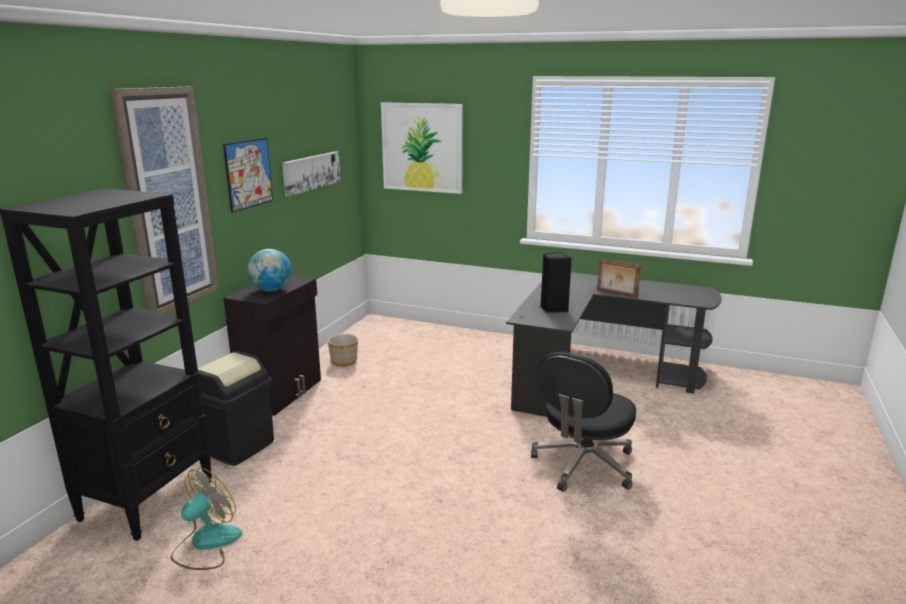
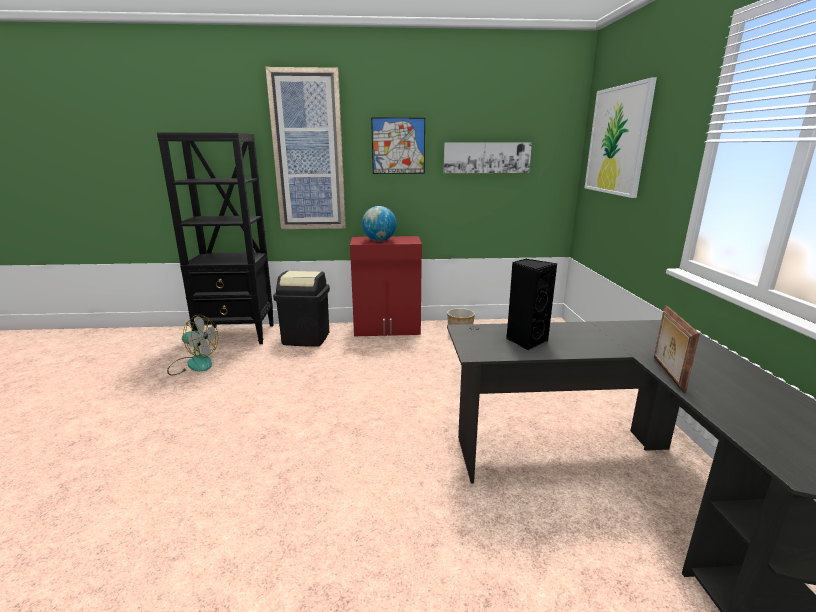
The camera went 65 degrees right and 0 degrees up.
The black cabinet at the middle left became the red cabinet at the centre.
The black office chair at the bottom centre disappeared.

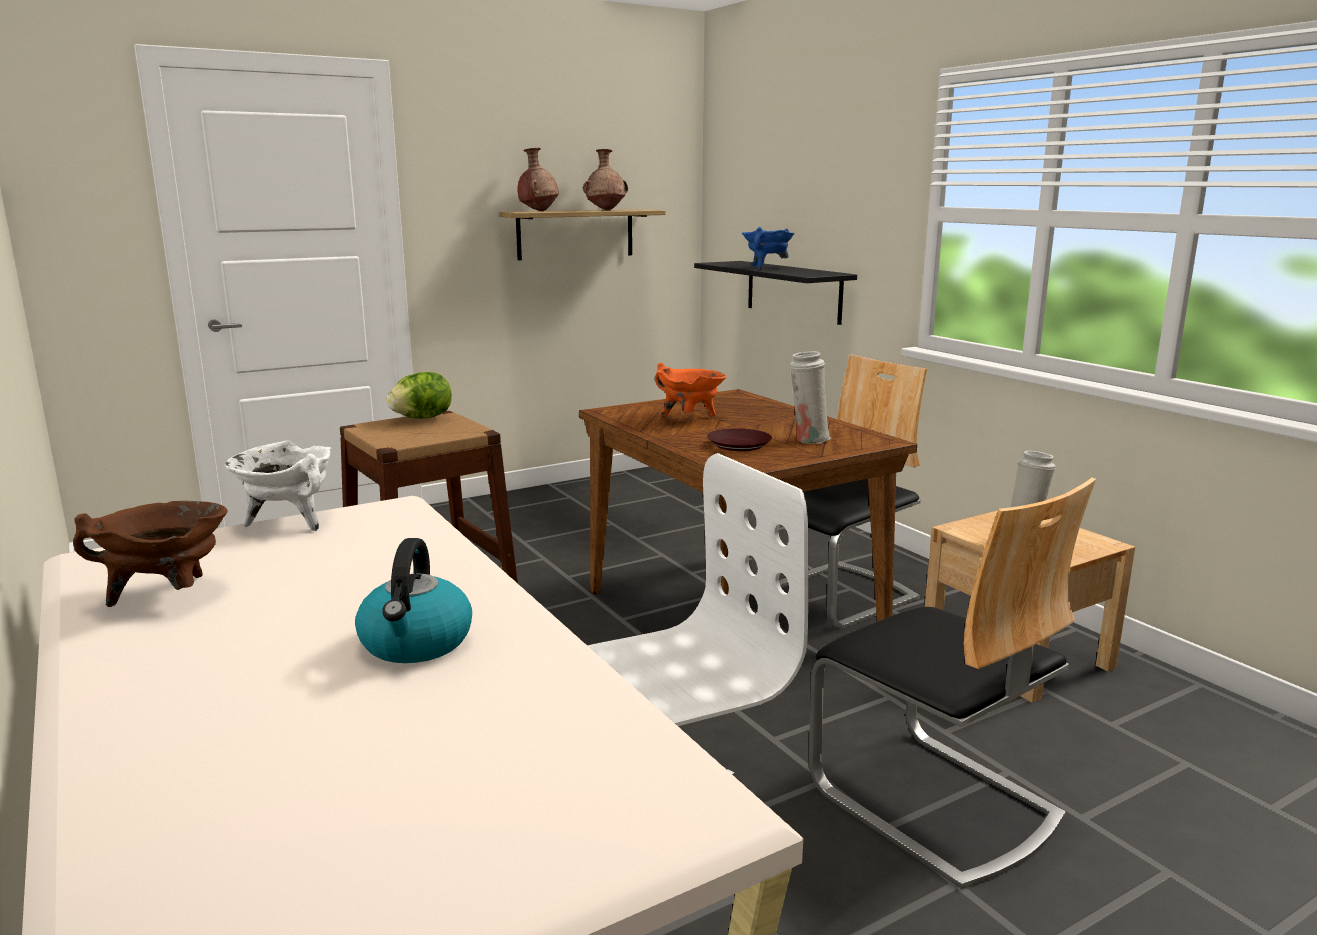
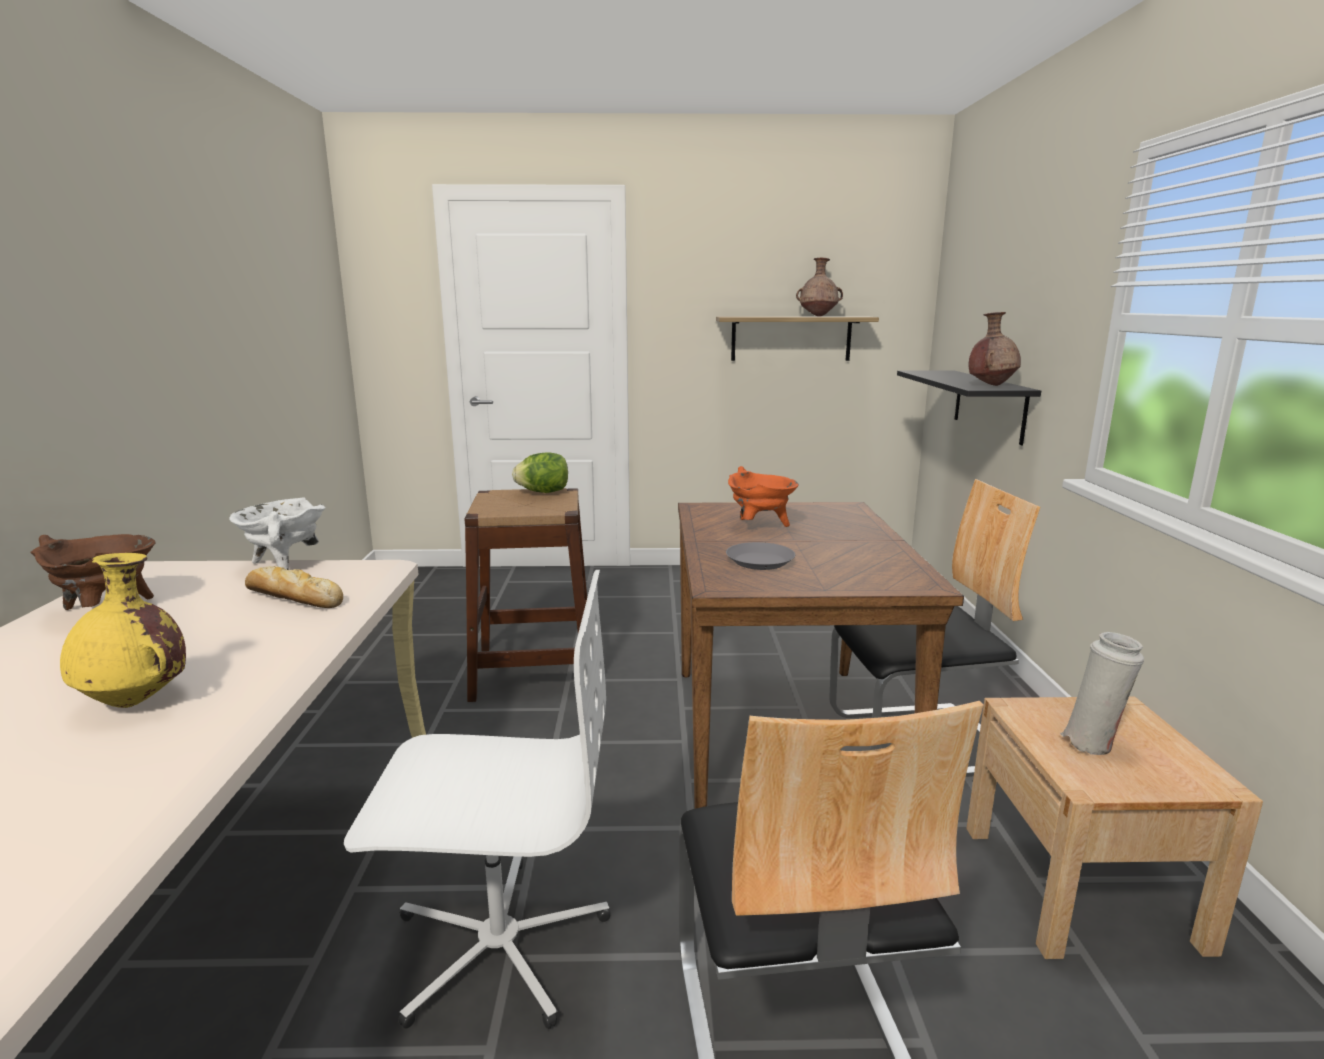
The camera went 30 degrees right and 0 degrees up.
The kettle at the middle left was replaced by the yellow vase at the middle left.
The brown vase (1st from left in the first image) moved from the top centre to the top right.
The brown plate at the centre became the grey plate at the centre.
The blue cooking pot at the top centre disappeared.
The white vase (1st from left) at the centre disappeared.
The bread at the middle left appeared.

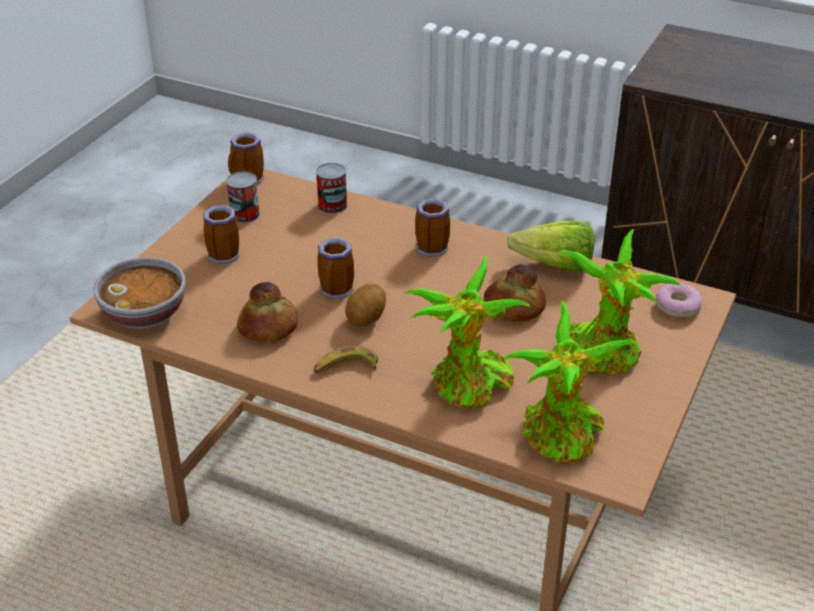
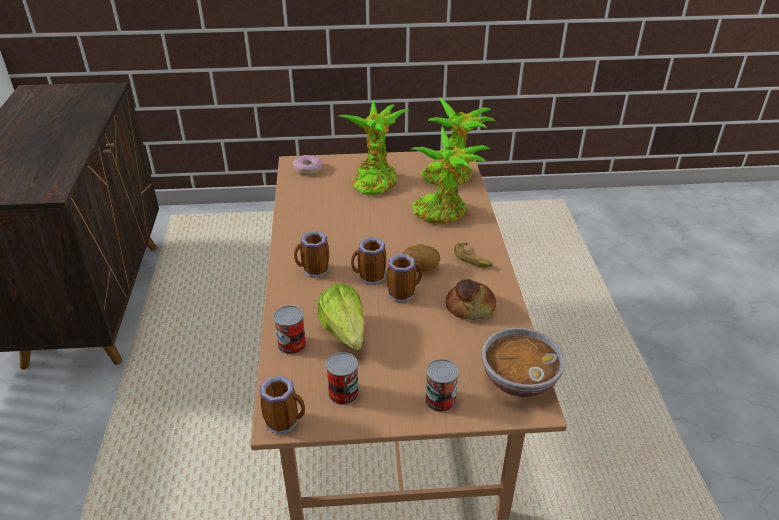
The camera went 120 degrees left and 0 degrees up.
The mug (1st from left in the first image) moved from the middle left to the centre.
The bread (2nd from left) at the centre disappeared.
The lettuce moved from the middle right to the centre.
The can (3rd from left) at the bottom centre appeared.

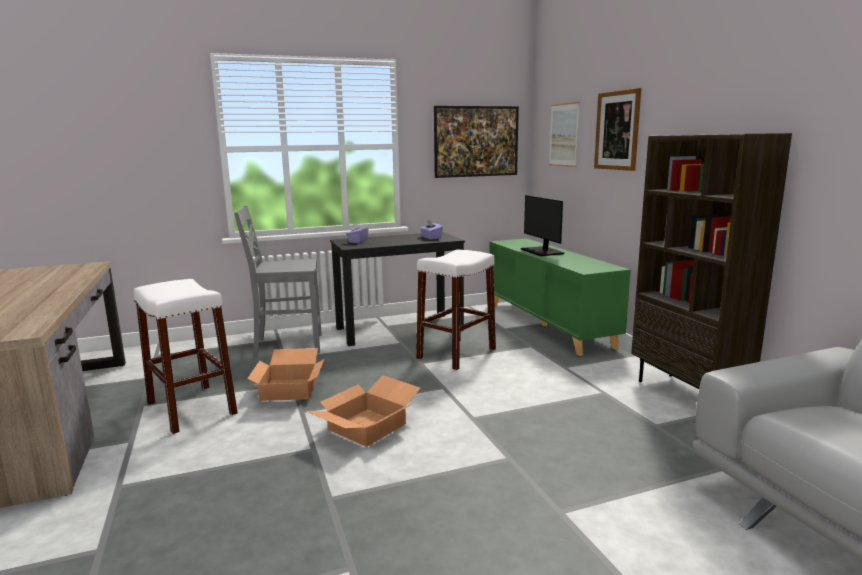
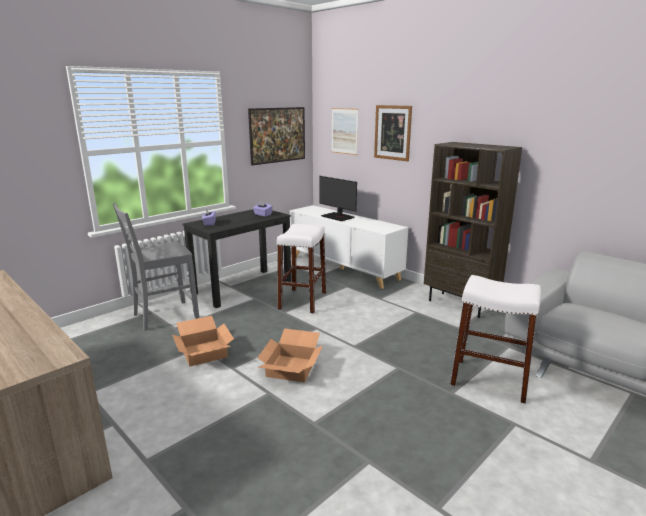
The camera went 25 degrees left and 5 degrees up.
The white stool (1st from left in the first image) moved from the middle left to the middle right.
The green cabinet at the centre became the white cabinet at the centre.

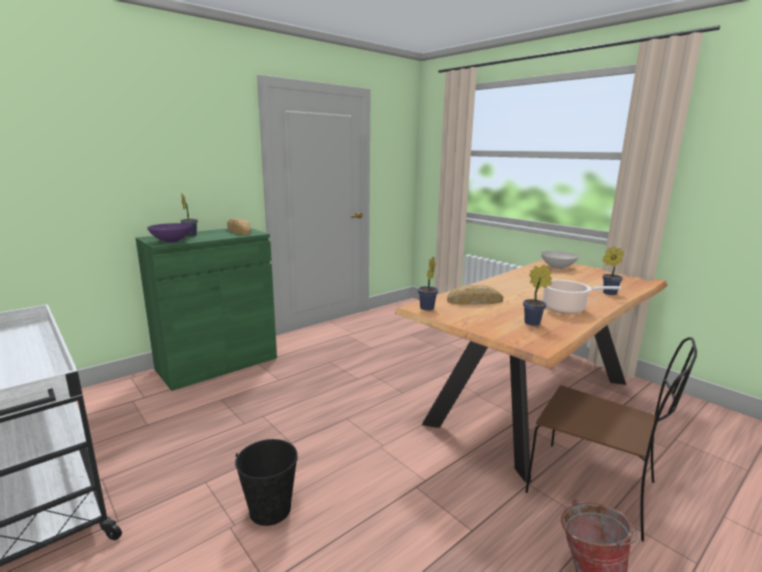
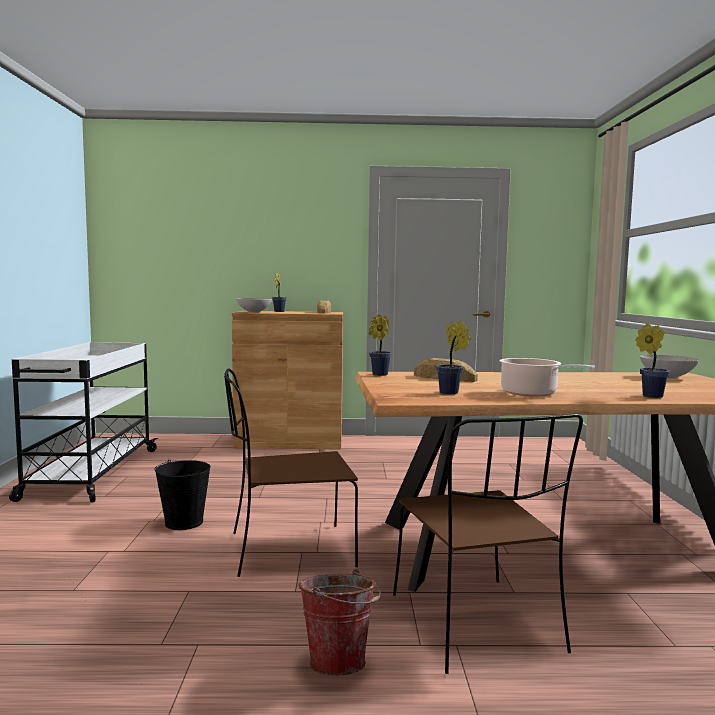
The camera went 40 degrees right and 10 degrees down.
The green cabinet at the middle left became the brown cabinet at the centre.
The purple bowl at the middle left became the white bowl (1st from left) at the centre.
The brown chair (1st from left) at the centre appeared.

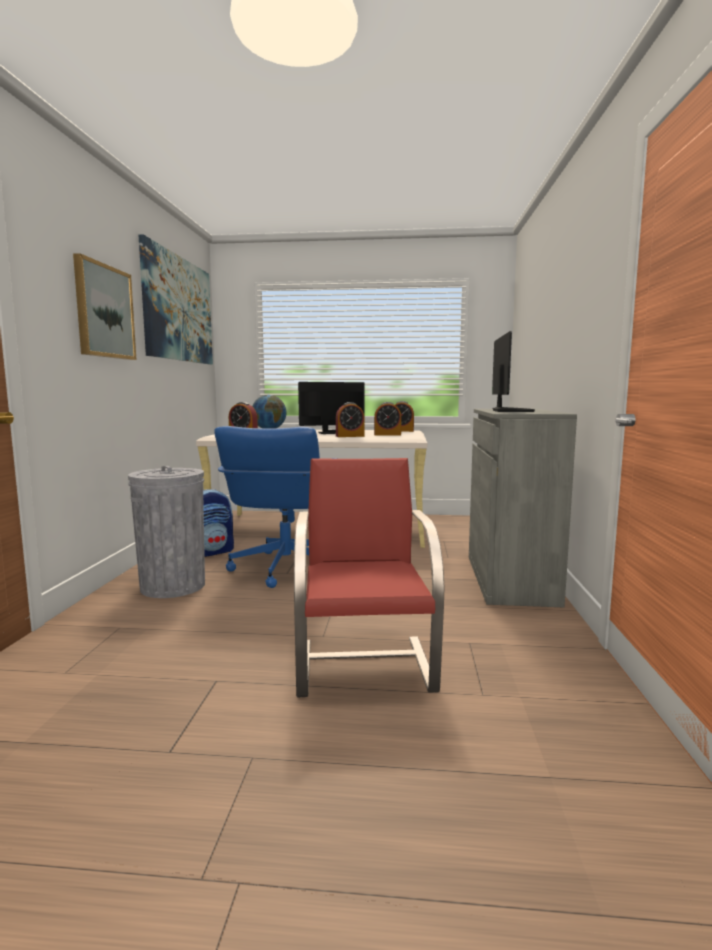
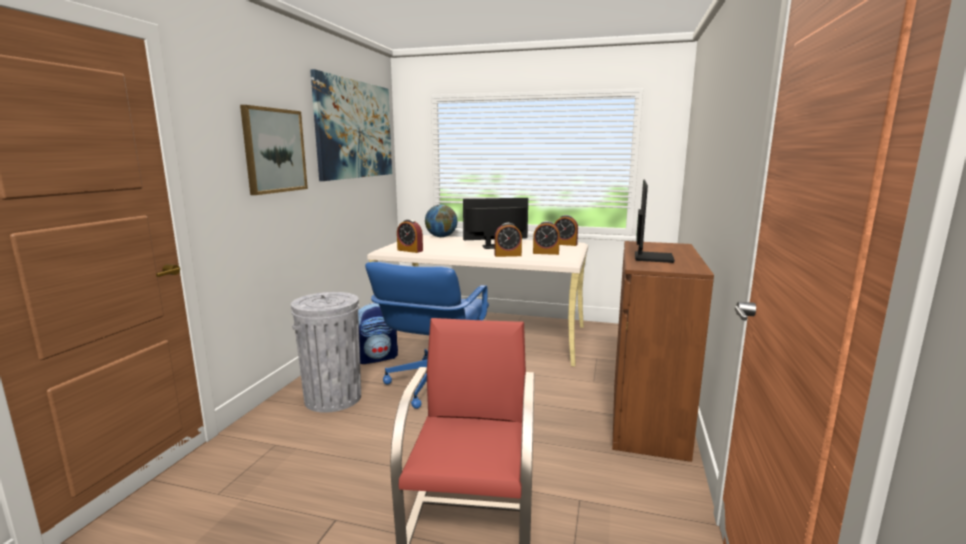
The camera went 10 degrees right and 5 degrees up.
The grey cabinet at the middle right became the brown cabinet at the middle right.

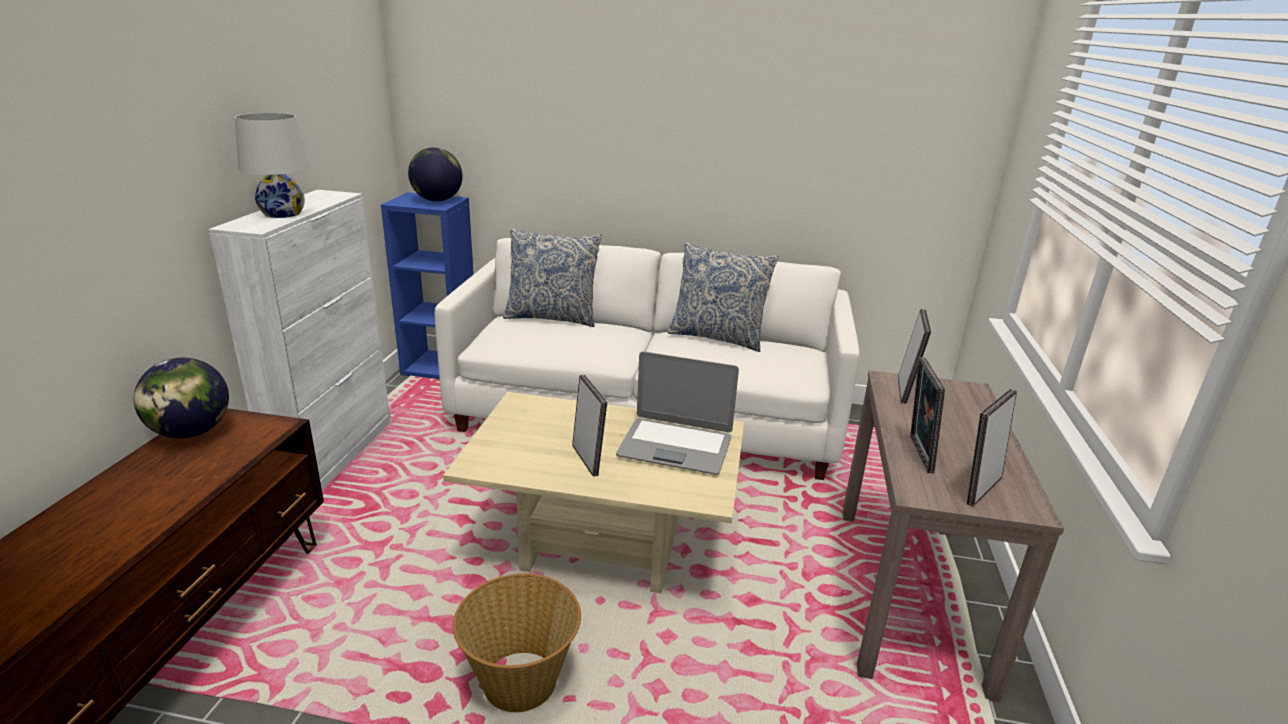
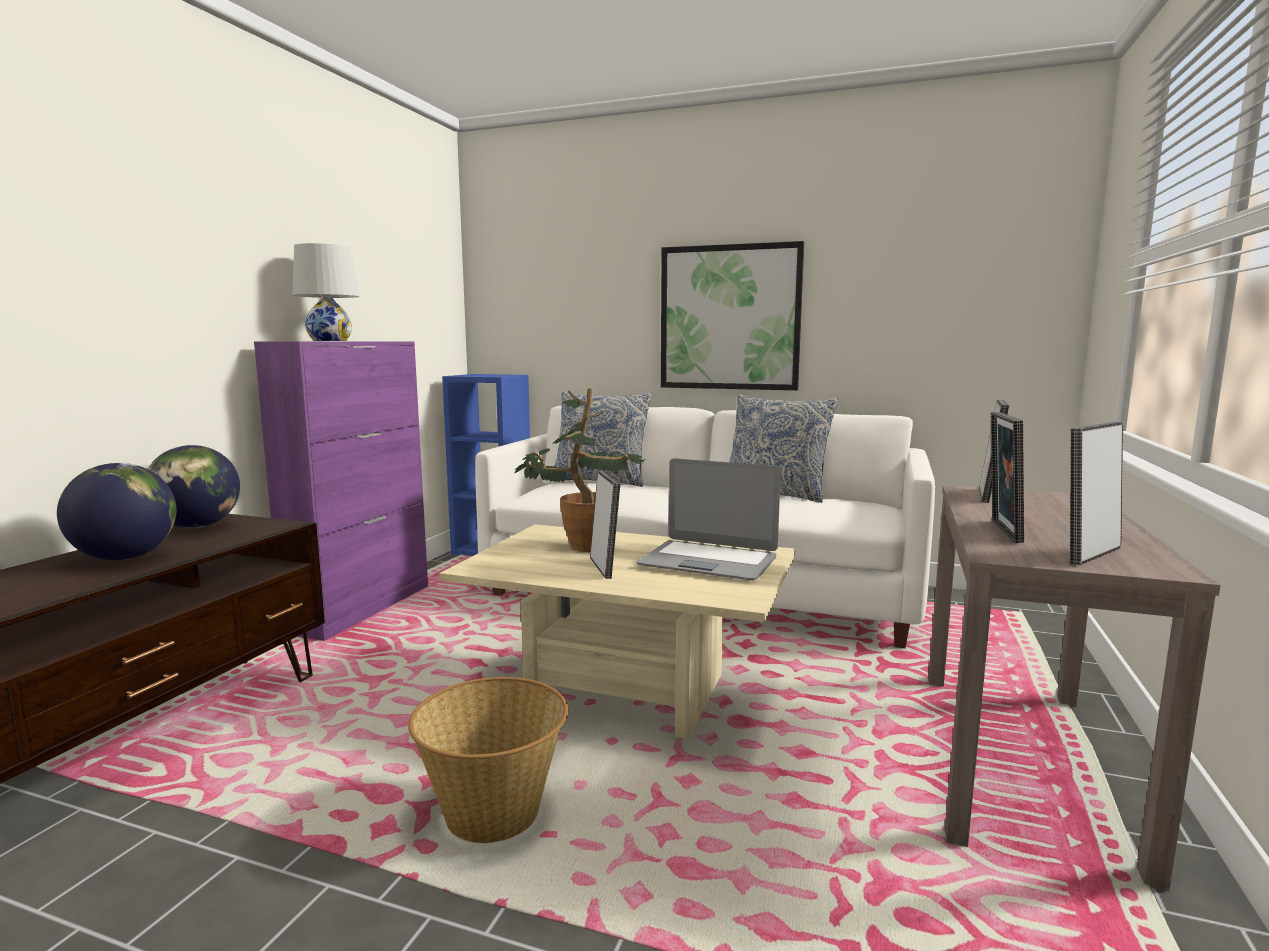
The camera went 10 degrees right and 15 degrees down.
The white cabinet at the middle left became the purple cabinet at the middle left.
The globe (2nd from left in the first image) moved from the top centre to the middle left.
The potted plant at the centre appeared.
The picture at the top centre appeared.

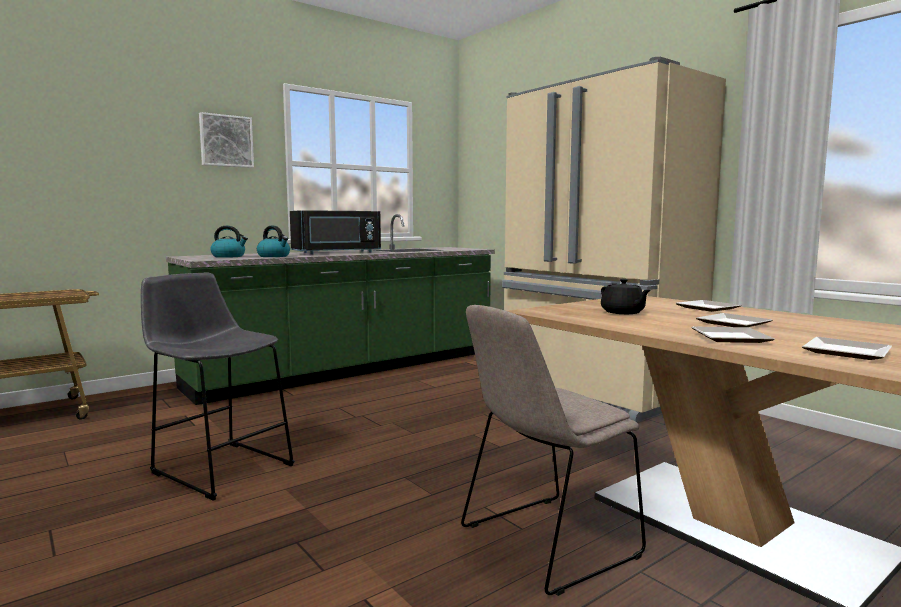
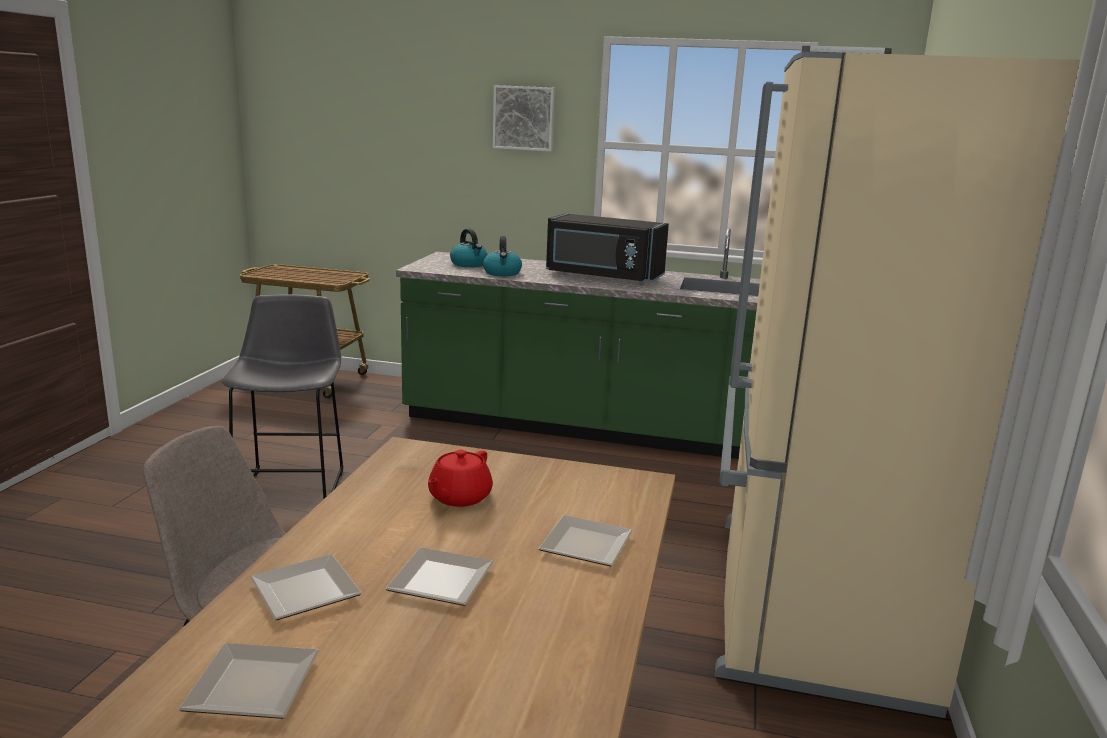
The camera went 50 degrees right and 10 degrees up.
The black teapot at the middle right became the red teapot at the centre.

